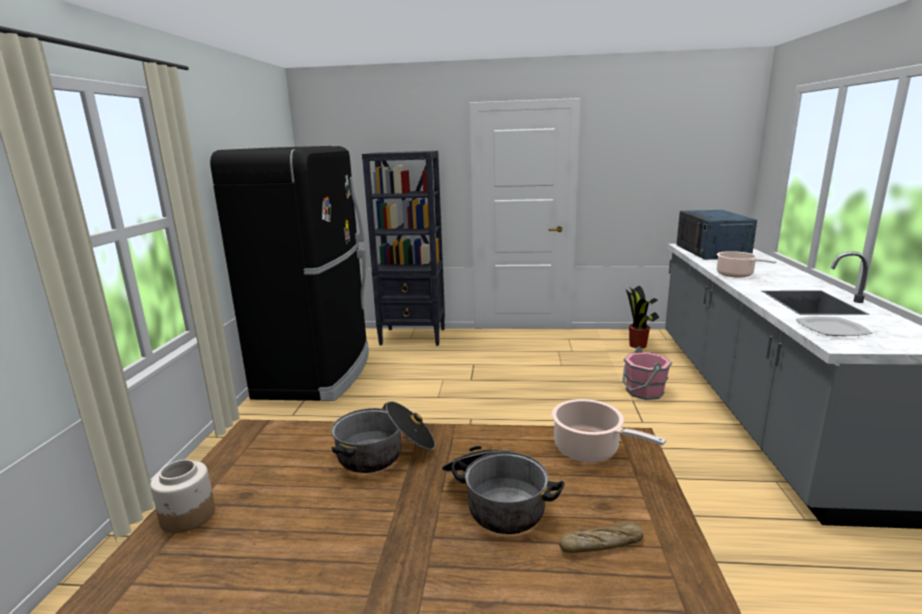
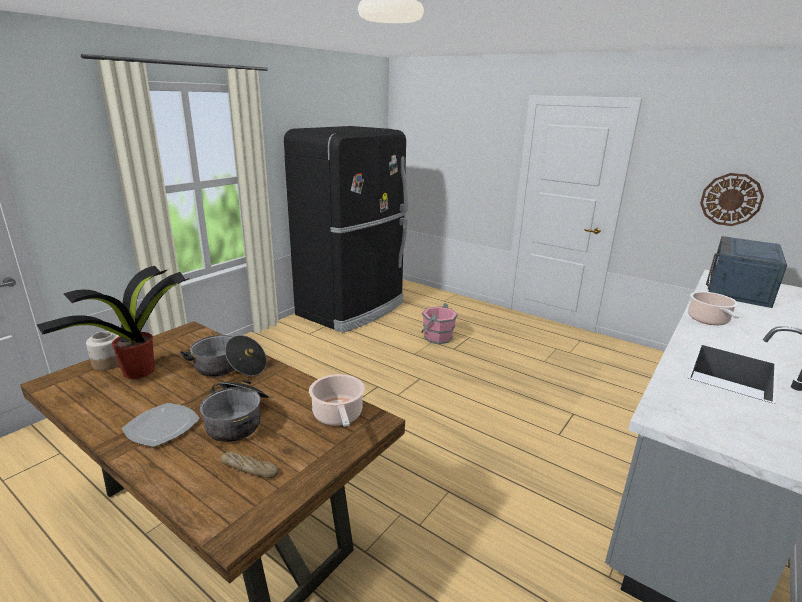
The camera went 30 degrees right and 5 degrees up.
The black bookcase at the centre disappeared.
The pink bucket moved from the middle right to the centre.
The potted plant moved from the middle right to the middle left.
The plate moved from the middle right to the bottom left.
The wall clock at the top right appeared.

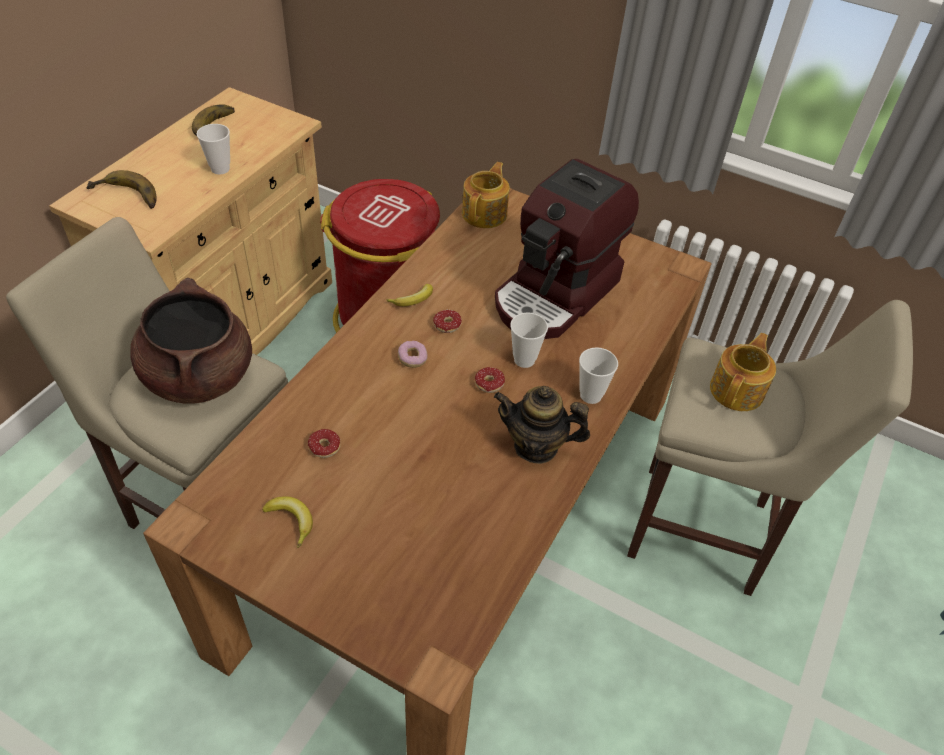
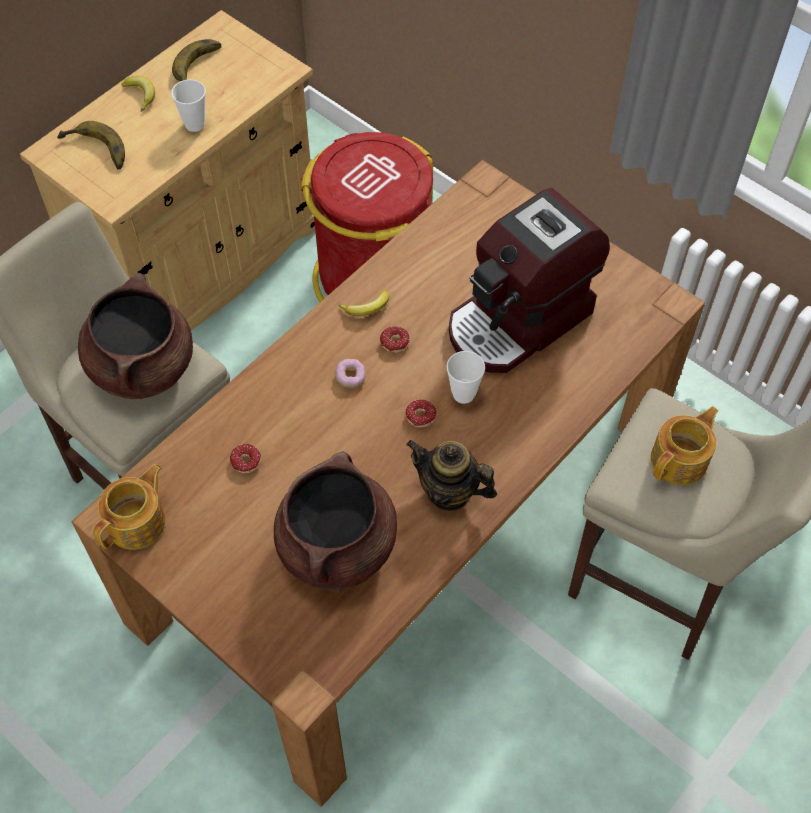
The camera went 15 degrees right and 10 degrees up.
The banana (3rd from left in the first image) moved from the bottom left to the top left.
The teapot (1st from left) moved from the top centre to the middle left.
The cup (3rd from left) at the centre disappeared.
The brown cooking pot (2nd from left) at the centre appeared.

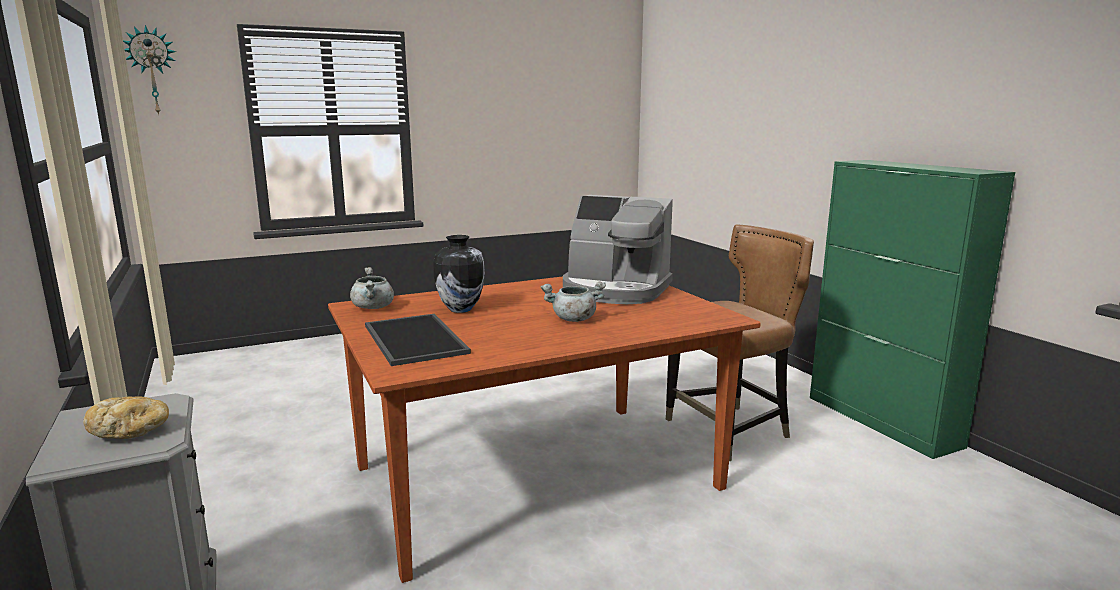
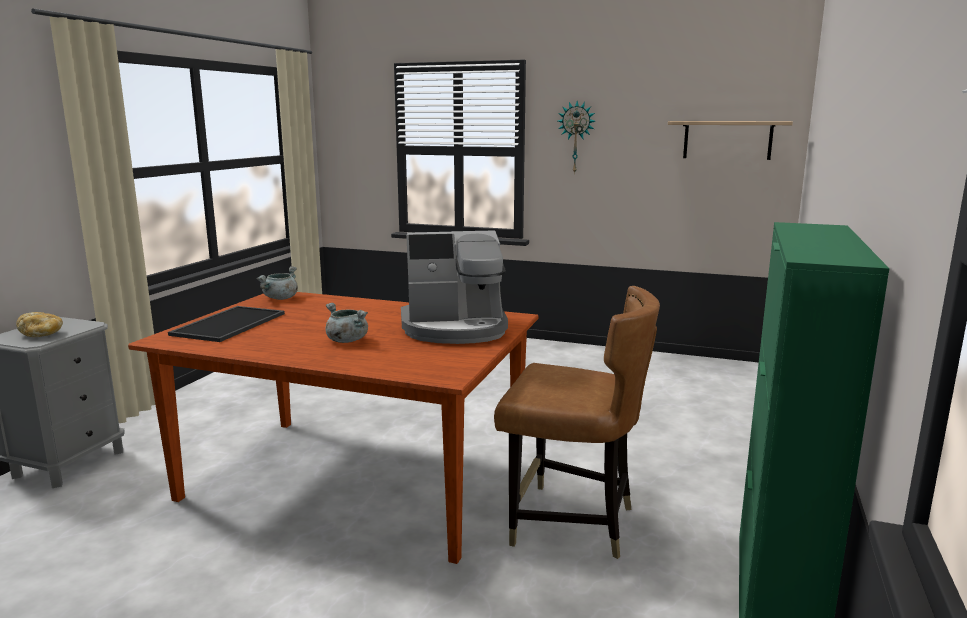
The camera went 45 degrees right and 0 degrees up.
The wall clock moved from the top left to the top centre.
The vase at the centre disappeared.
The coffee machine at the centre turned 75 degrees counterclockwise.
The shelf at the top right appeared.

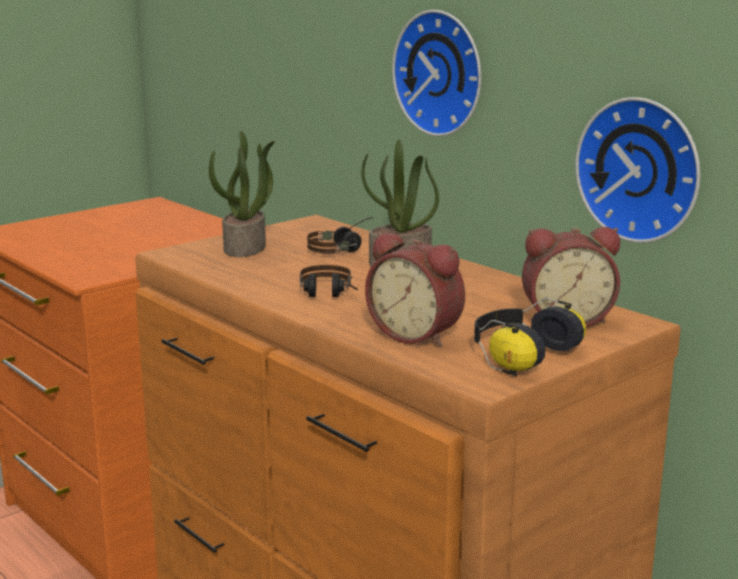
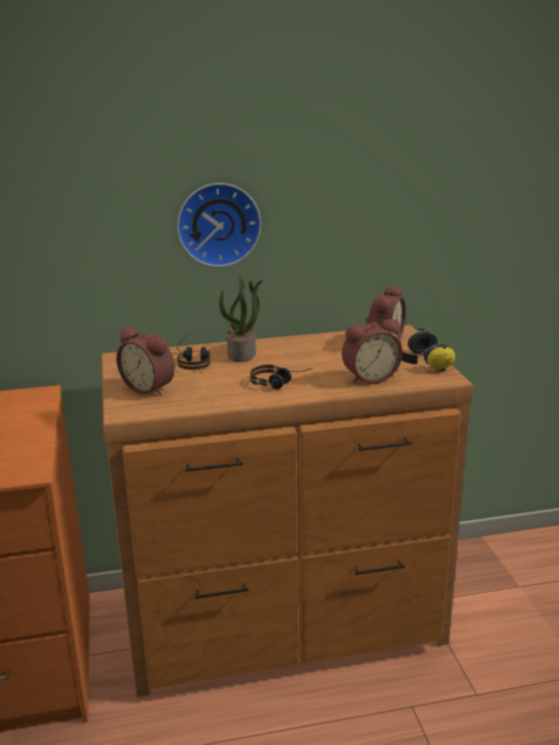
The camera went 60 degrees left and 5 degrees up.
The potted plant (1st from left) at the middle left was replaced by the alarm clock (1st from left) at the middle left.
The wall clock (2nd from left) at the top right disappeared.

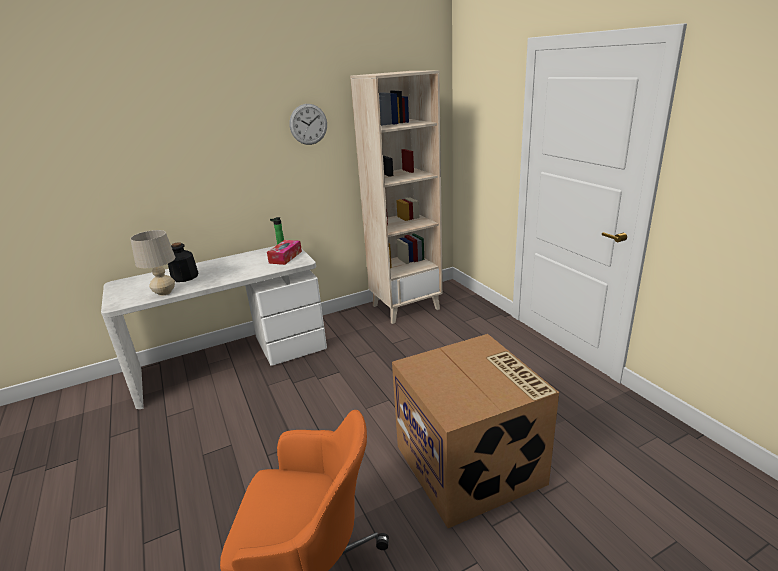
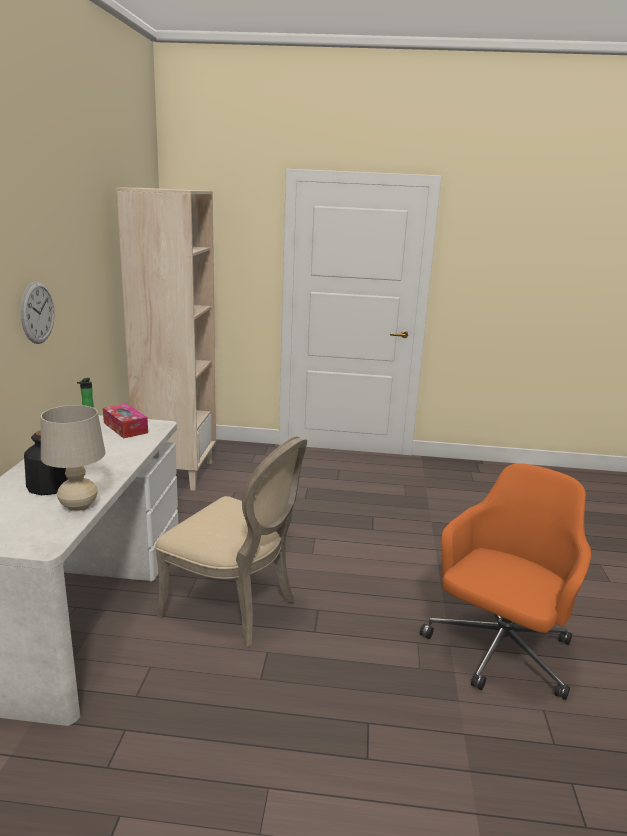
The camera went 60 degrees left and 5 degrees down.
The wall clock moved from the top centre to the middle left.
The cardboard box at the bottom centre disappeared.
The beige chair at the centre appeared.

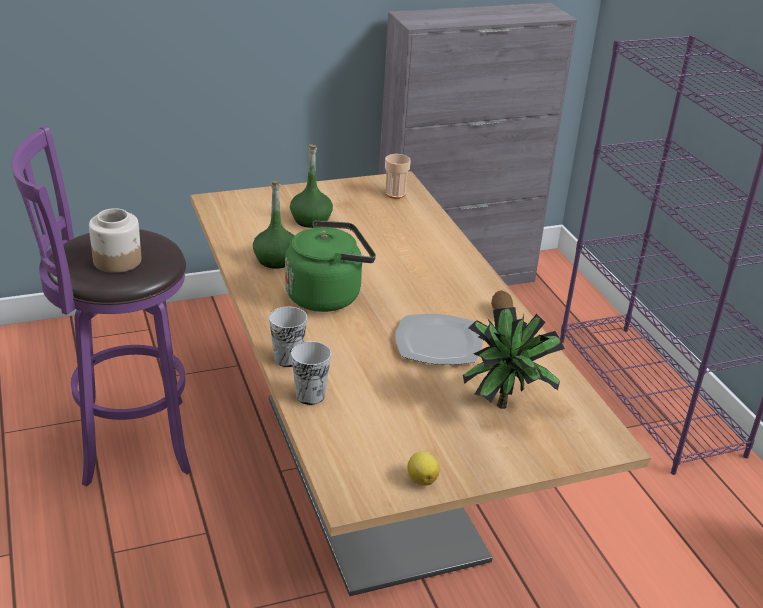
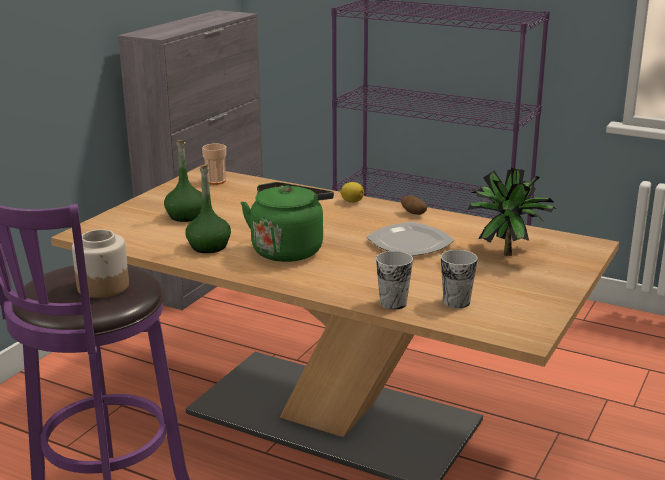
The camera went 40 degrees left and 10 degrees down.
The cup (1st from left in the first image) moved from the centre to the middle right.
The lemon moved from the bottom centre to the centre.

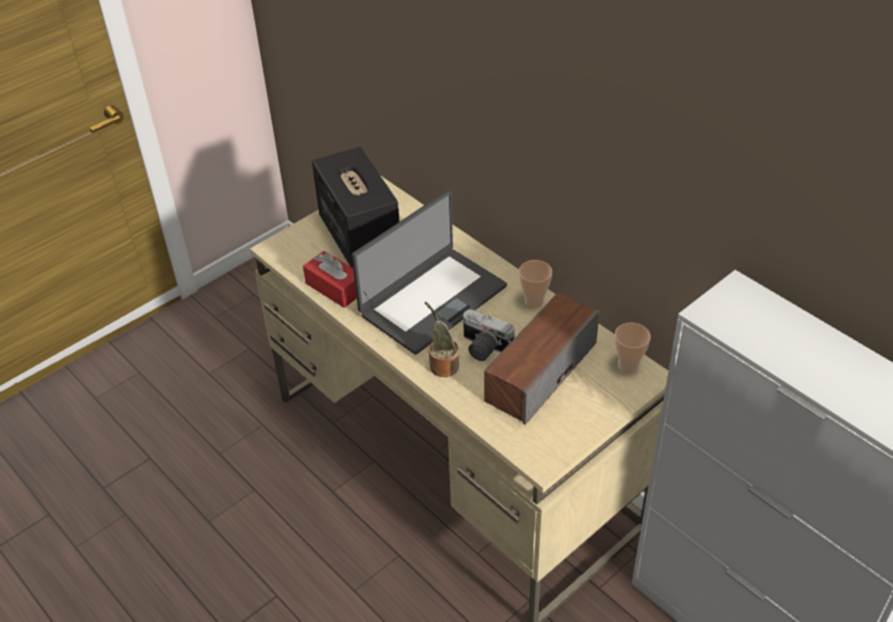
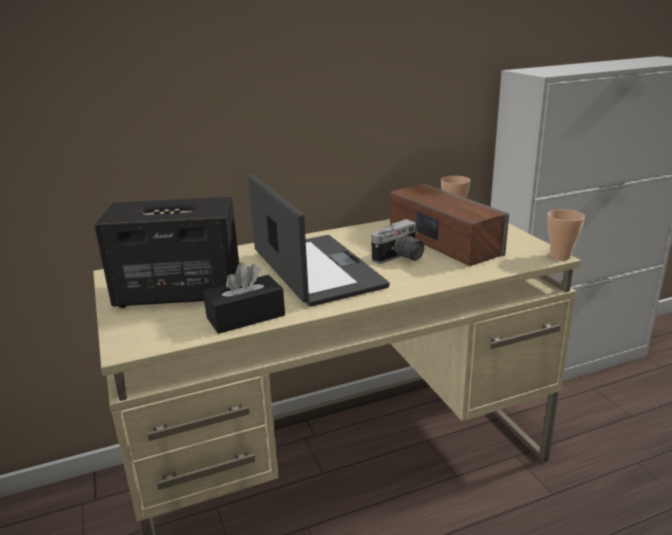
The camera went 70 degrees left and 20 degrees down.
The red tissue box at the centre became the black tissue box at the centre.
The potted plant at the centre disappeared.
The cup (1st from left in the first image) moved from the centre to the middle right.

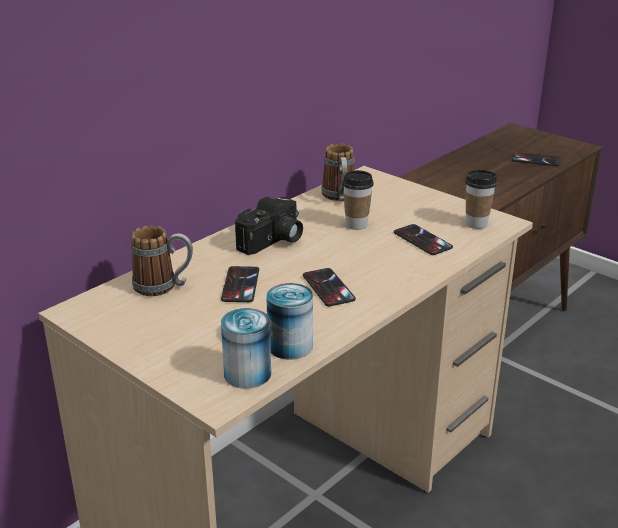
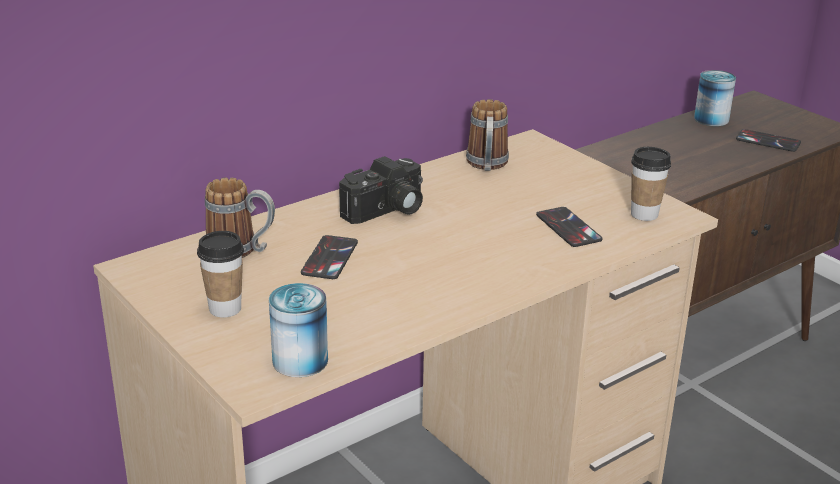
The camera went 10 degrees right and 0 degrees up.
The can (2nd from left) moved from the centre to the top right.
The phone (2nd from left) at the centre disappeared.
The cup (1st from left) moved from the centre to the middle left.

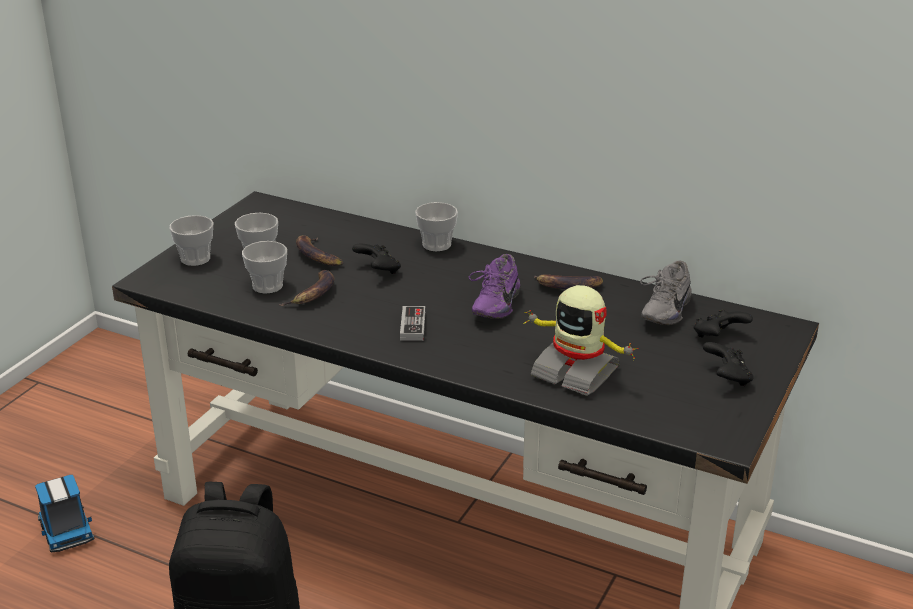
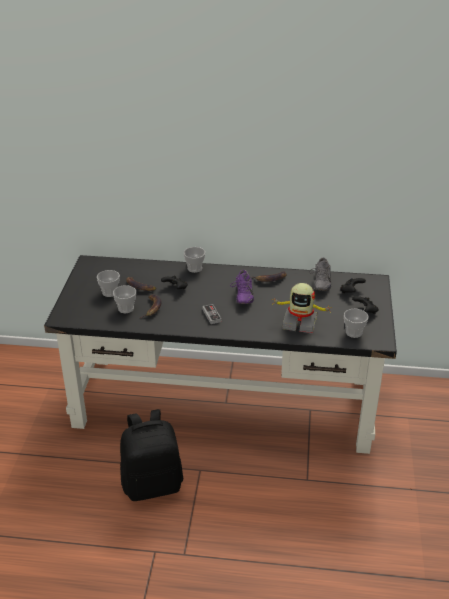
The camera went 20 degrees left and 5 degrees up.
The toy truck at the bottom left disappeared.
The cup (1st from left in the first image) moved from the middle left to the middle right.

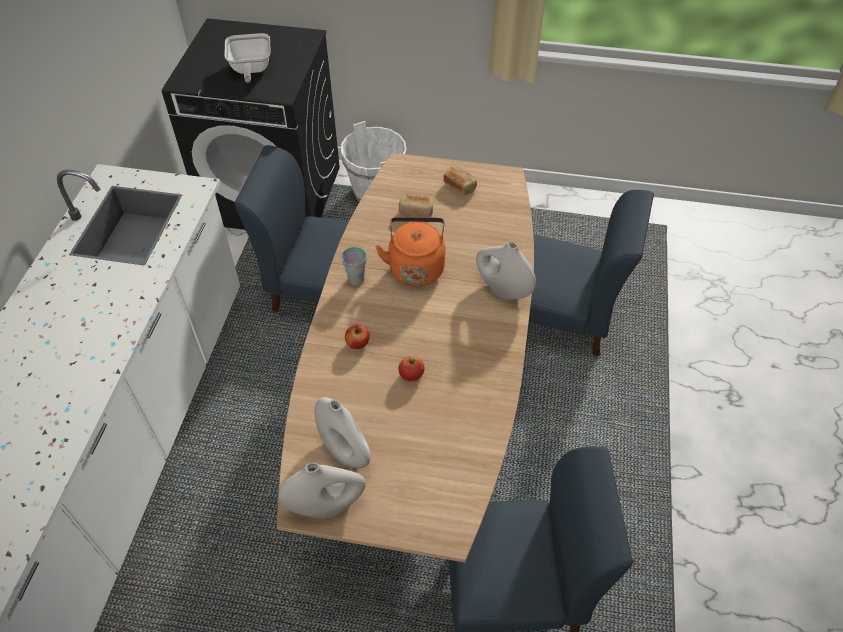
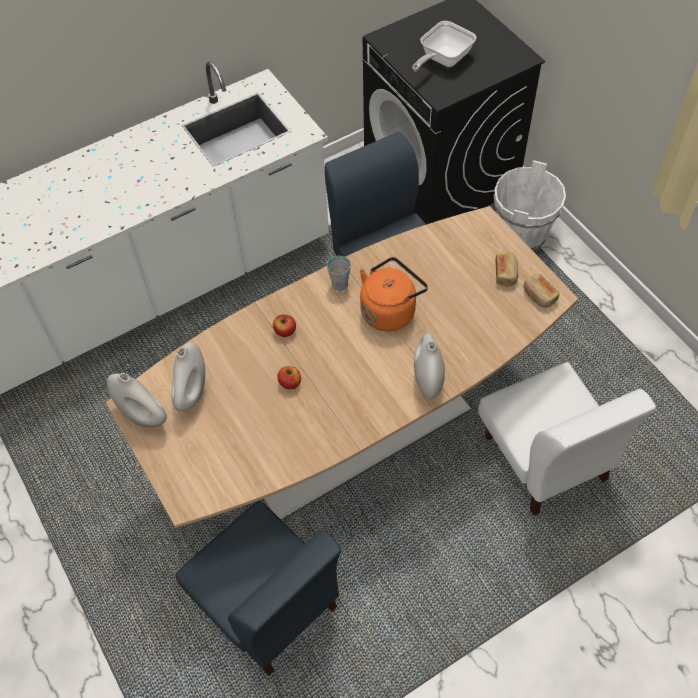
The camera went 50 degrees right and 5 degrees up.
The bread (1st from left in the first image) moved from the top centre to the middle right.
The blue chair (3rd from left) at the middle right became the white chair at the middle right.

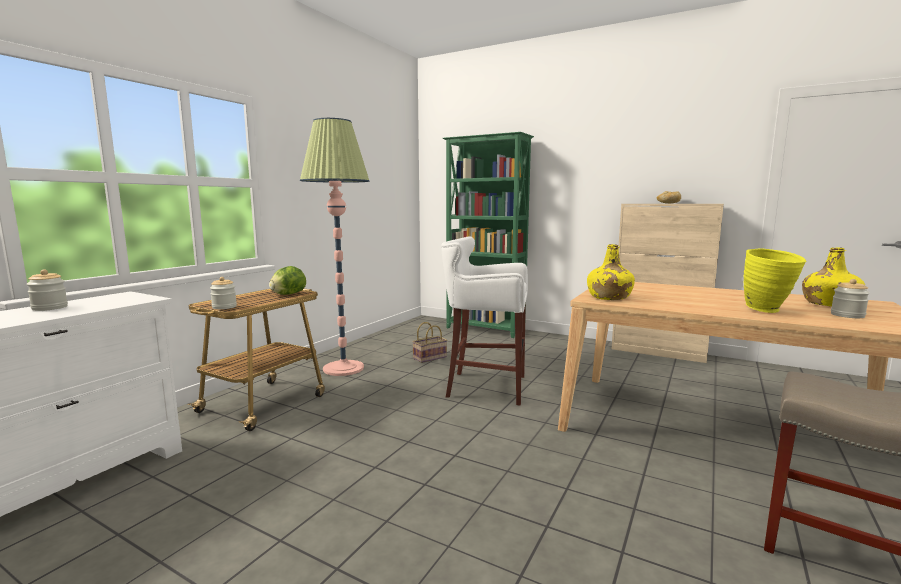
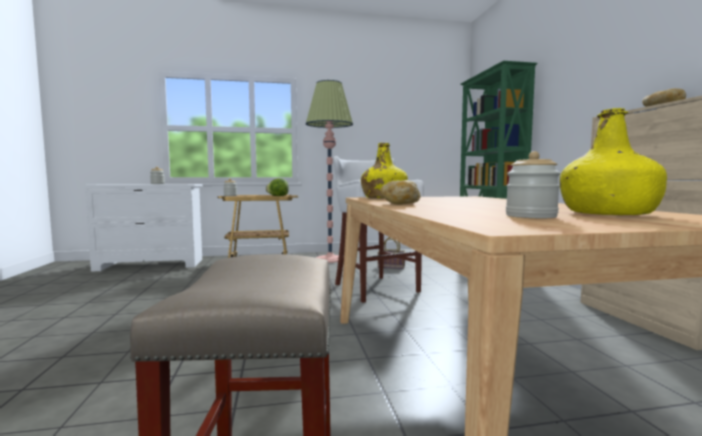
The camera went 50 degrees right and 5 degrees down.
The yellow vase at the middle right disappeared.
The bread (1st from left) at the centre appeared.

